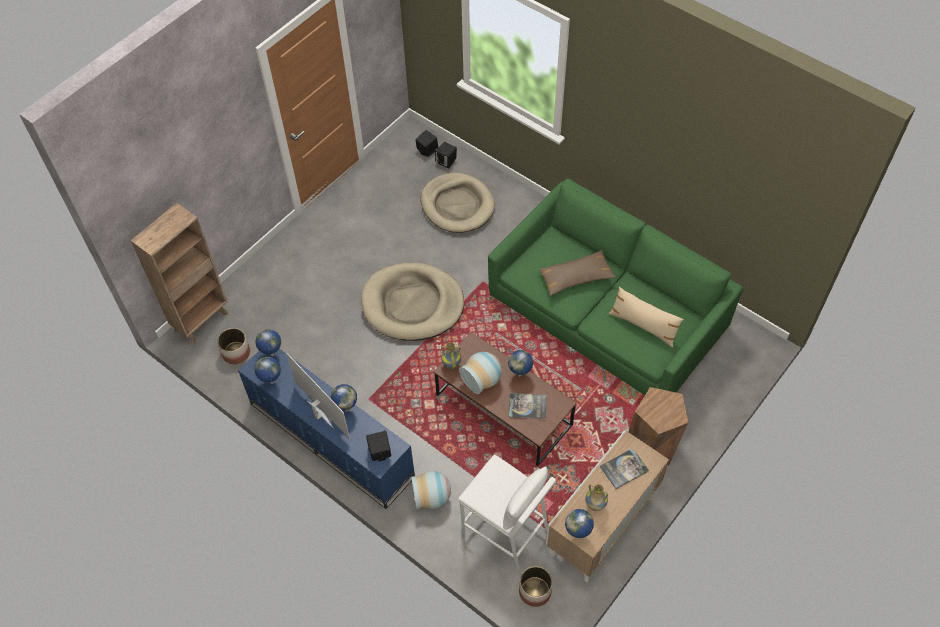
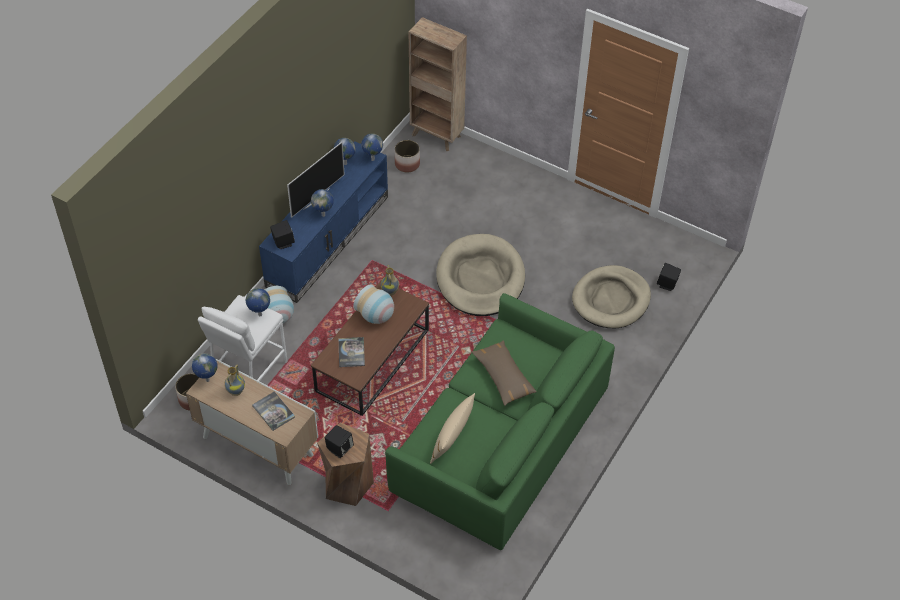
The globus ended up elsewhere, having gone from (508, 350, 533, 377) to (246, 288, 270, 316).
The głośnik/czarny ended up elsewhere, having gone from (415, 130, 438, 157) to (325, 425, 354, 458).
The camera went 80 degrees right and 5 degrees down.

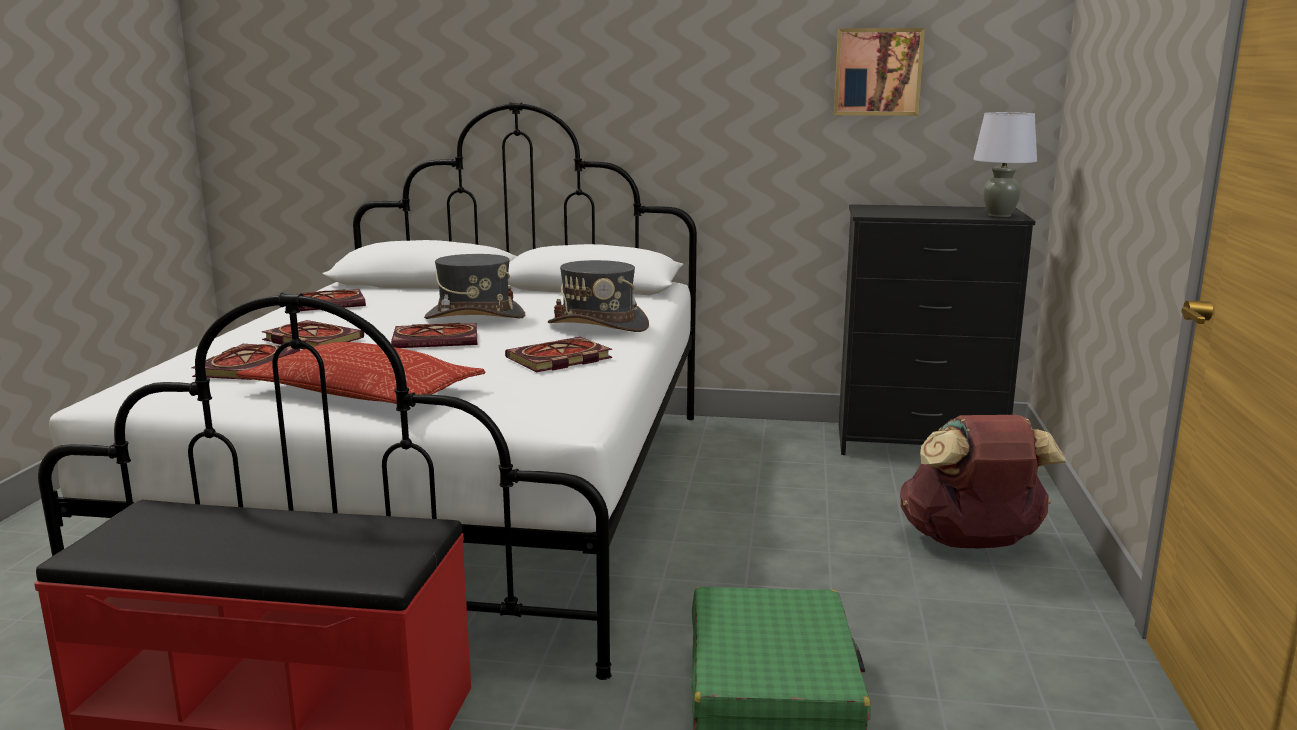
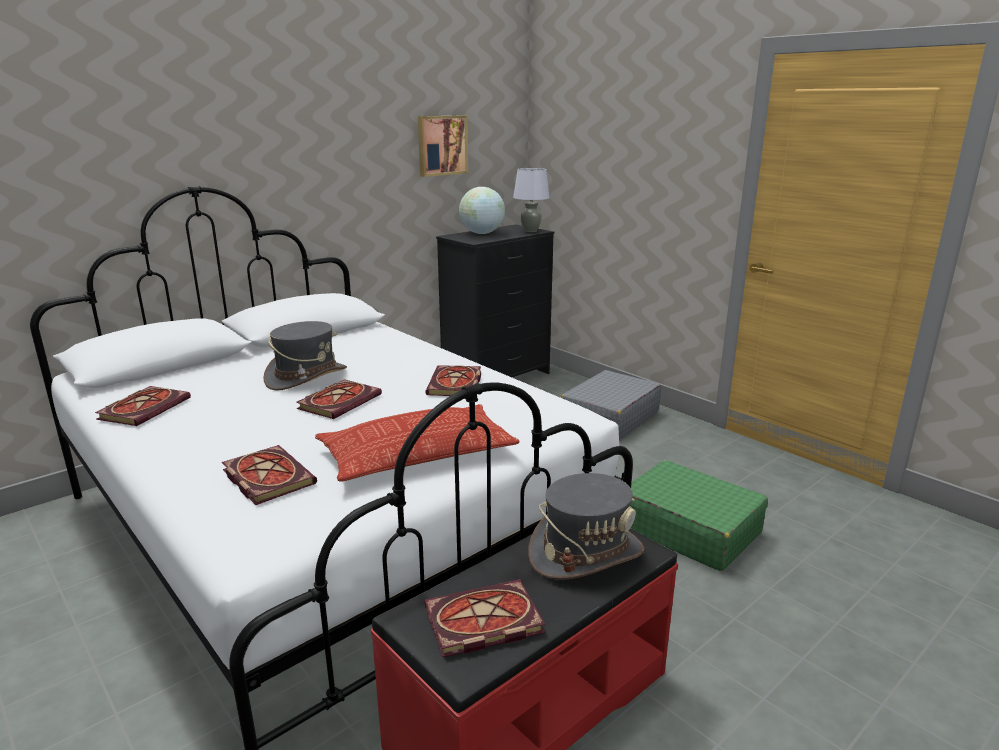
The książka ended up elsewhere, having gone from (262, 320, 364, 349) to (425, 579, 545, 657).
The second view gained the globus at (459, 187, 505, 234).
The kapelusz/szary ended up elsewhere, having gone from (548, 260, 649, 332) to (528, 473, 644, 580).
Where the plecak/brązowy stood at (900, 415, 1066, 548), the walizka/szary came to stand at (561, 370, 661, 440).
The camera went 50 degrees left and 5 degrees up.

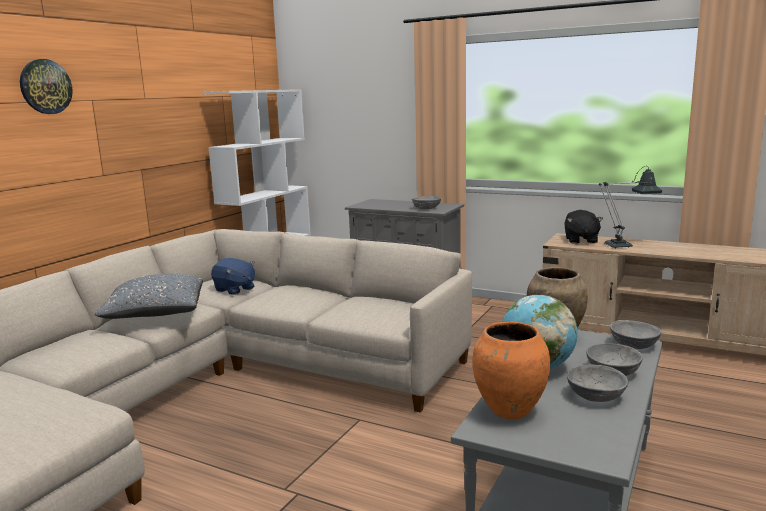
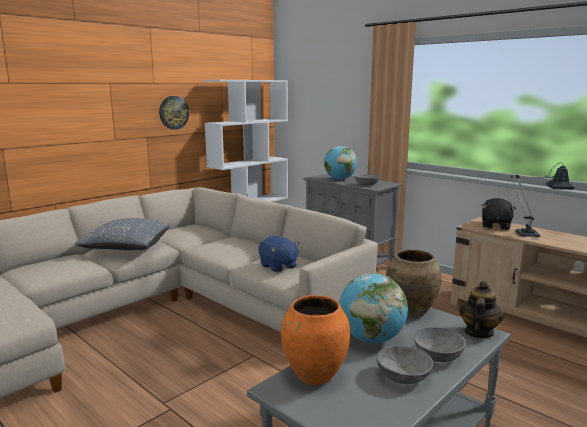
The zegar ścienny ended up elsewhere, having gone from (20, 59, 73, 114) to (159, 96, 189, 130).
The pluszak/niebieski ended up elsewhere, having gone from (211, 258, 255, 295) to (258, 236, 299, 272).
The second view gained the globus at (324, 146, 357, 180).
Where the miska/szary stood at (610, 320, 661, 349), the imbryk came to stand at (459, 281, 504, 338).
The camera went 15 degrees right and 0 degrees up.

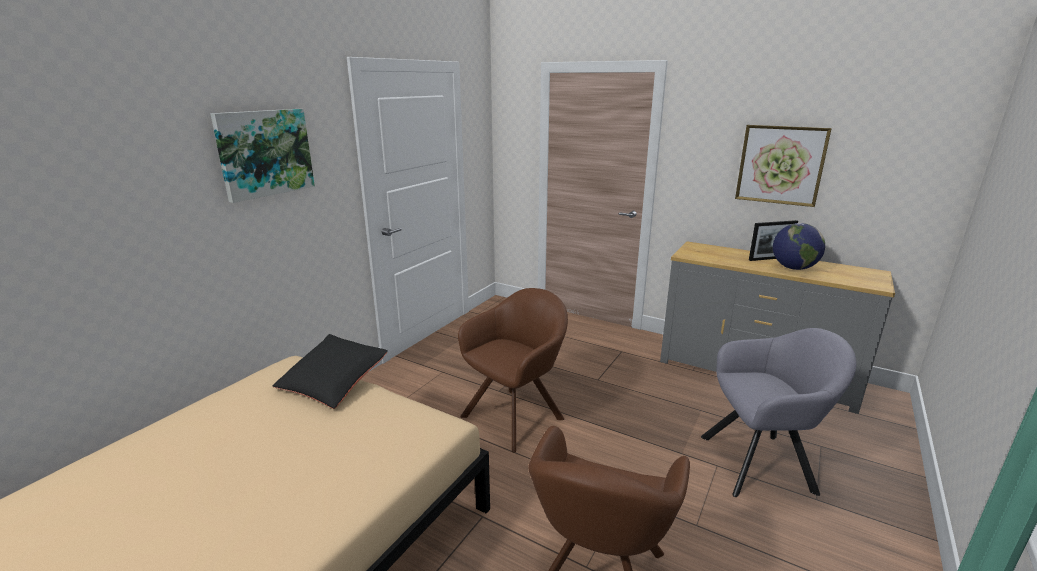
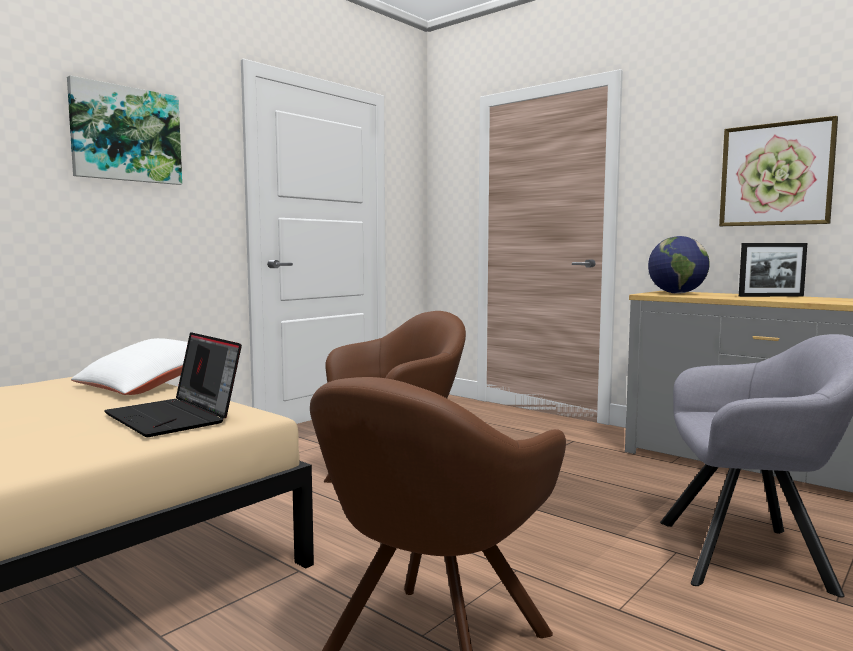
What was the poduszka/czarny at (273, 334, 388, 409) turned into the poduszka/biały at (71, 338, 188, 395).
The second view gained the laptop at (104, 332, 242, 437).
The globus ended up elsewhere, having gone from (773, 223, 825, 270) to (648, 236, 709, 294).
The camera went 10 degrees right and 15 degrees down.

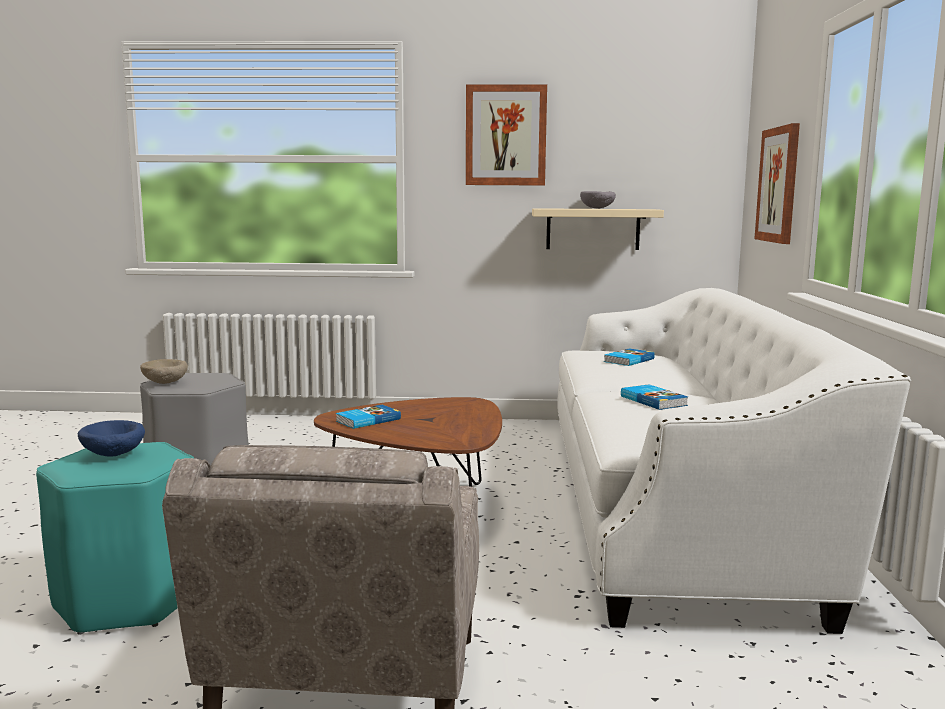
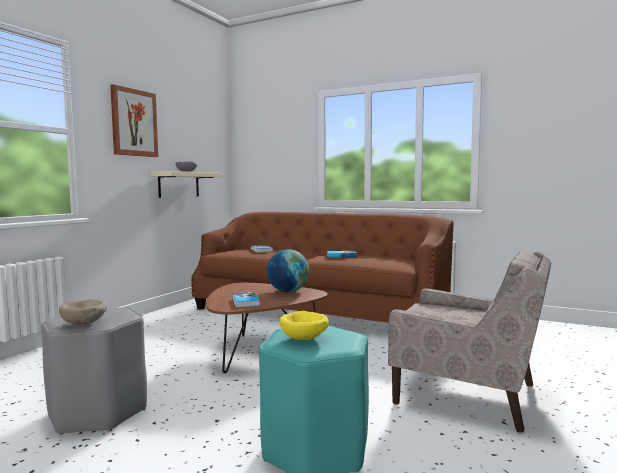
What was the kanapa/biały at (557, 288, 911, 634) turned into the kanapa/brązowy at (191, 212, 453, 323).
The second view gained the globus at (267, 249, 309, 292).
What was the miska/niebieski at (78, 420, 145, 457) turned into the miska/żółty at (280, 311, 329, 340).
The second view lost the obraz at (754, 123, 800, 244).
The camera went 65 degrees left and 5 degrees down.

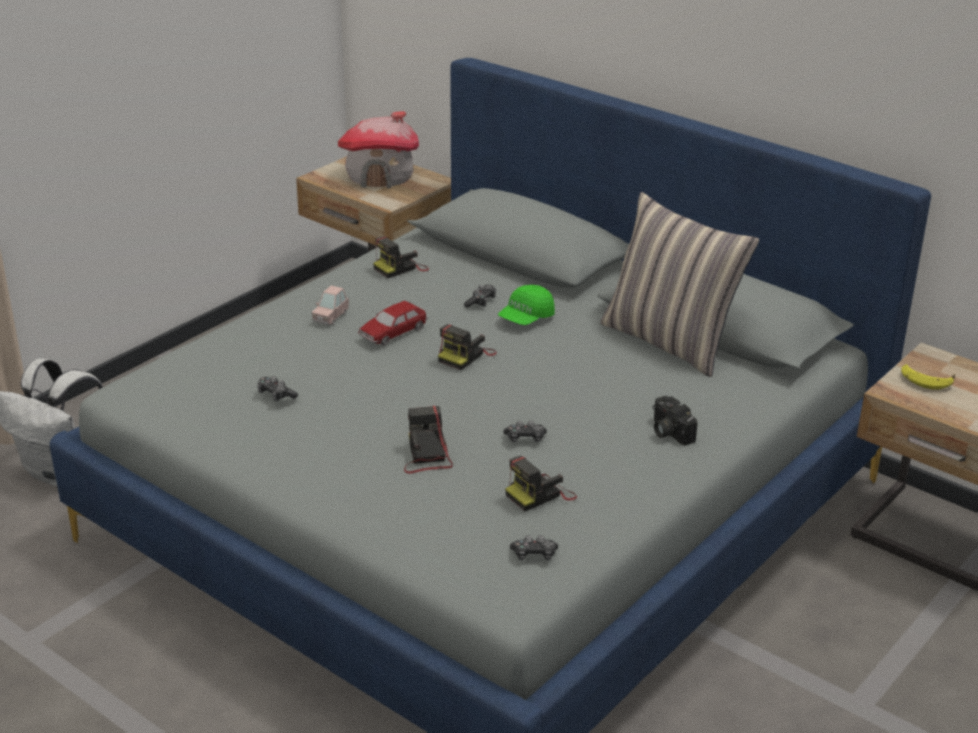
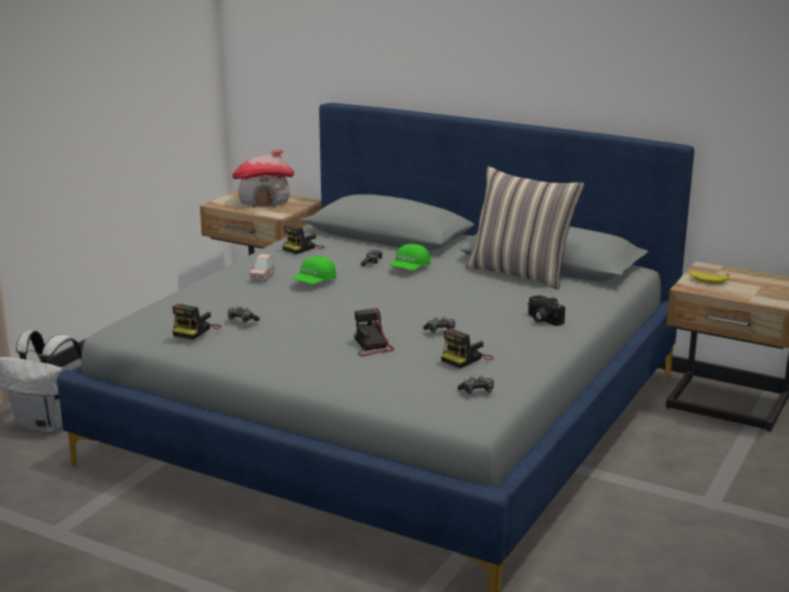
The aparat fotograficzny ended up elsewhere, having gone from (438, 324, 497, 370) to (172, 304, 222, 340).
Where the samochodzik stood at (358, 301, 428, 346), the czapka z daszkiem/zielony came to stand at (292, 256, 336, 284).
The camera went 10 degrees left and 10 degrees down.

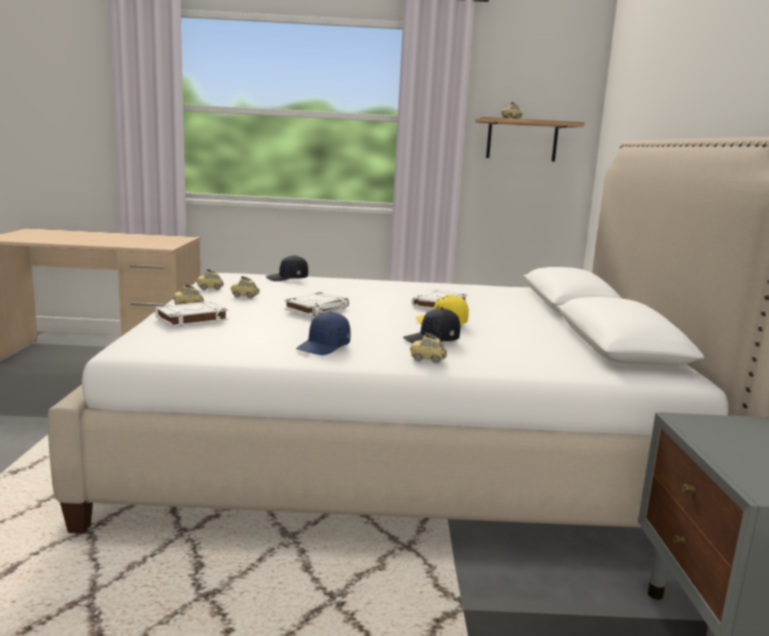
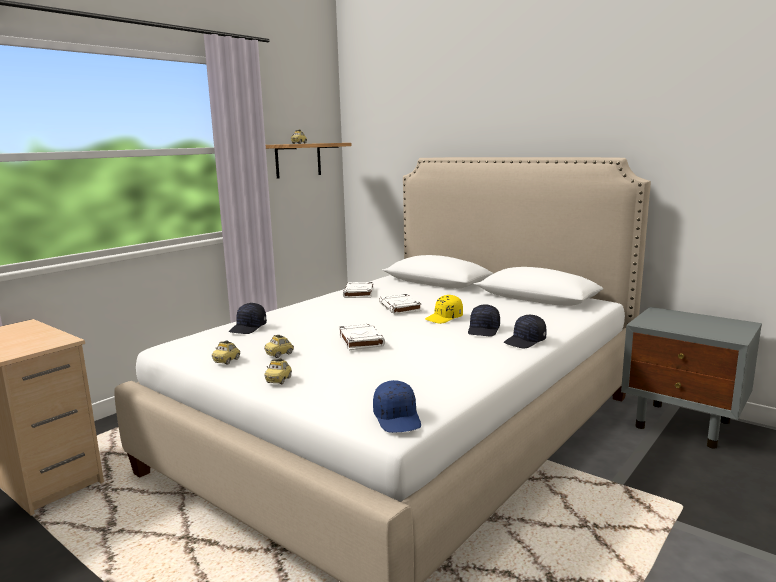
The książka/biały ended up elsewhere, having gone from (155, 301, 229, 327) to (343, 282, 373, 298).
The czapka z daszkiem/niebieski ended up elsewhere, having gone from (296, 312, 350, 355) to (373, 380, 421, 433).
Where the samochodzik stood at (410, 333, 447, 364), the czapka z daszkiem/czarny came to stand at (504, 315, 546, 348).
The camera went 50 degrees left and 0 degrees up.

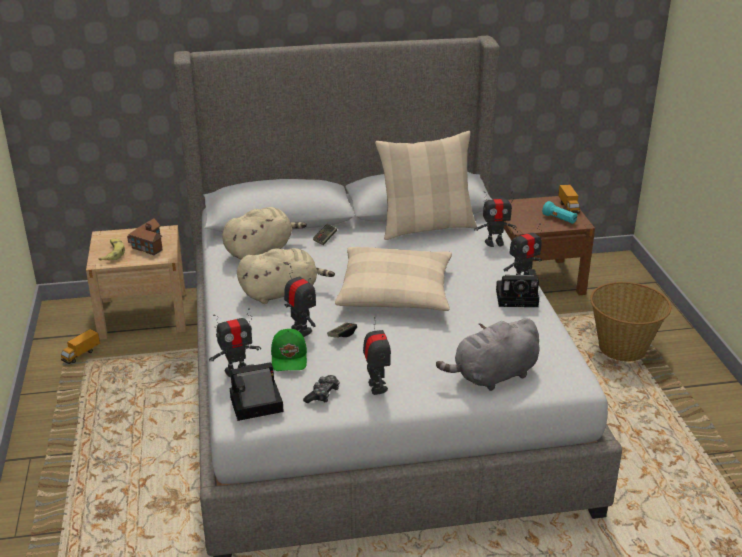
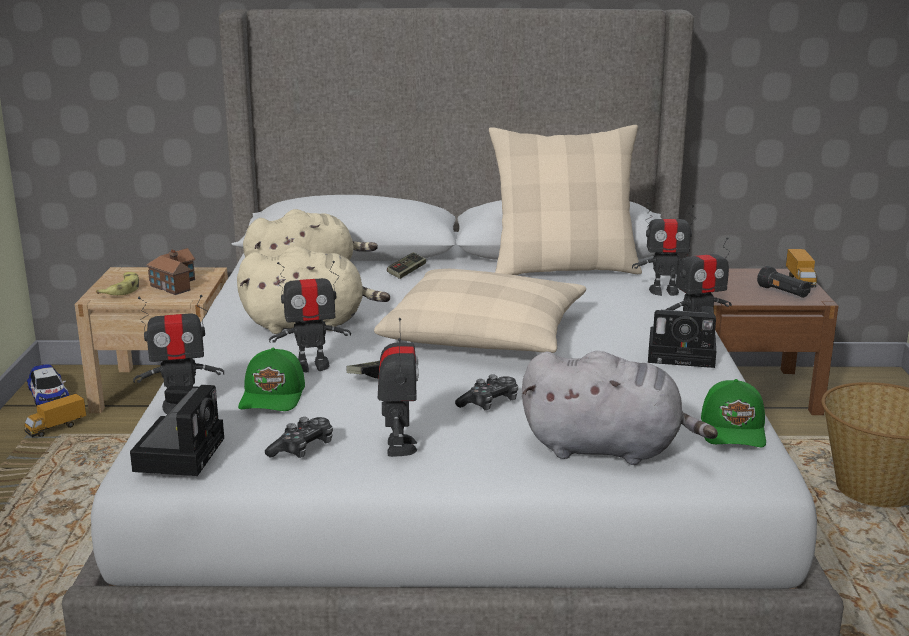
The second view gained the samochodzik at (27, 364, 69, 406).
The aparat fotograficzny at (230, 363, 284, 421) ended up facing another way, 105 degrees clockwise from before.
The robot zabawkowy at (284, 266, 316, 337) ended up facing another way, 105 degrees clockwise from before.
The second view gained the pad do gier at (455, 374, 518, 410).
The pluszak/szary at (436, 318, 539, 391) ended up facing another way, 150 degrees counterclockwise from before.
The second view gained the czapka z daszkiem/zielony at (701, 379, 766, 447).
What was the latarka/turkusowy at (542, 201, 577, 224) turned into the latarka/czarny at (757, 266, 811, 298).
The camera went 10 degrees right and 10 degrees down.

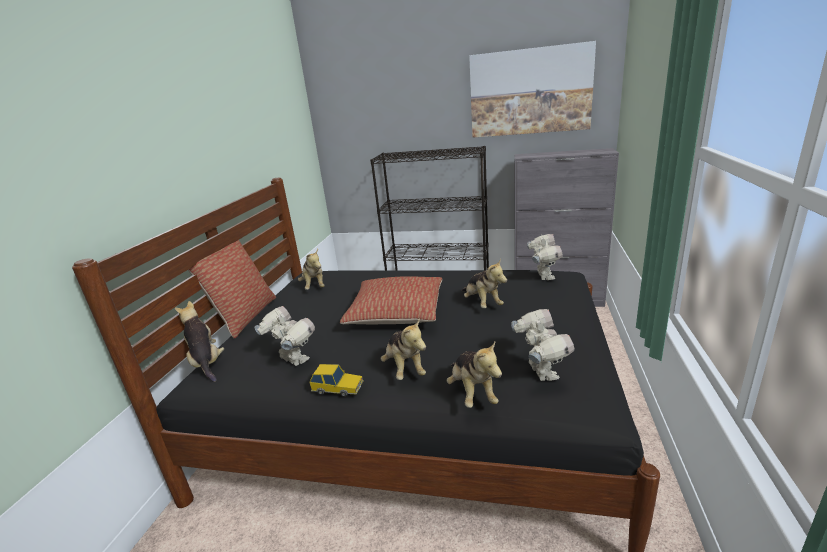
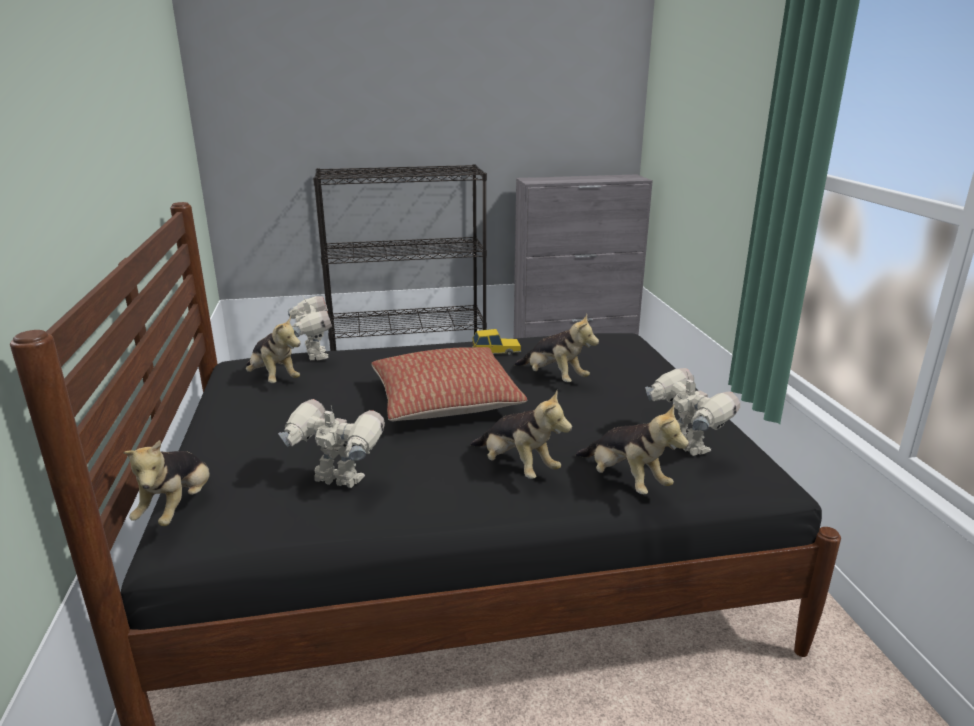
The pluszak at (175, 301, 224, 382) ended up facing another way, 120 degrees counterclockwise from before.
The robot zabawkowy ended up elsewhere, having gone from (527, 234, 563, 280) to (288, 296, 332, 360).
The samochodzik ended up elsewhere, having gone from (309, 364, 364, 397) to (472, 329, 521, 356).
The second view lost the poduszka at (188, 240, 276, 339).
The second view lost the obraz at (469, 41, 596, 138).
The camera went 25 degrees left and 0 degrees up.

